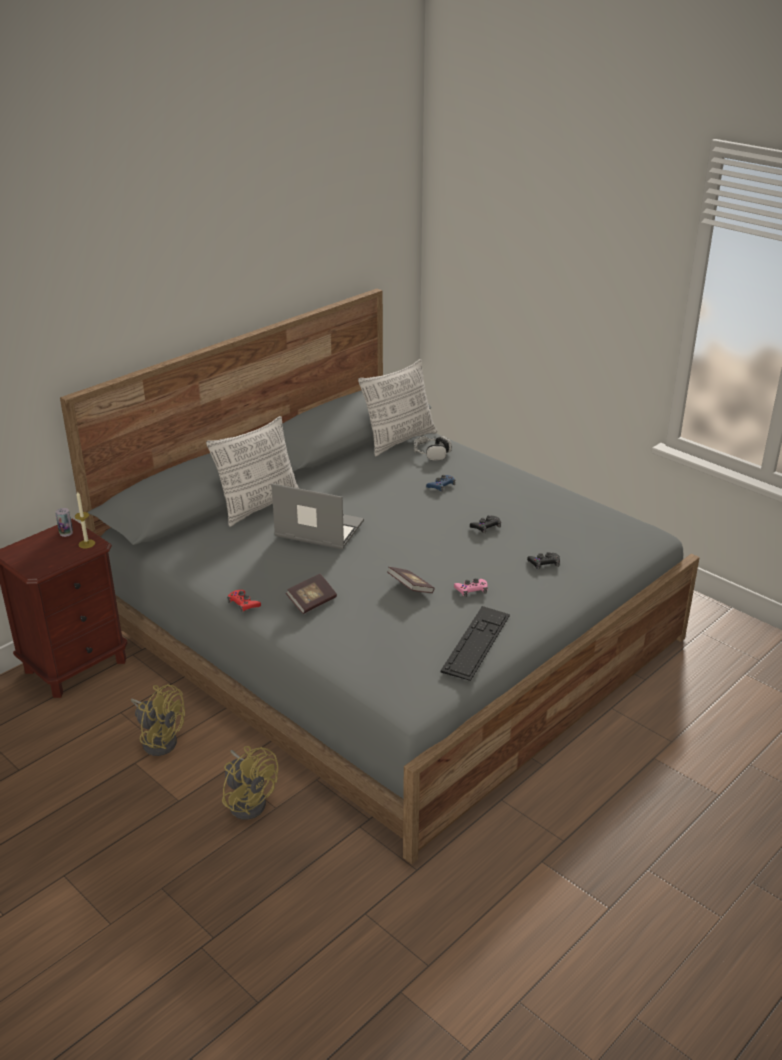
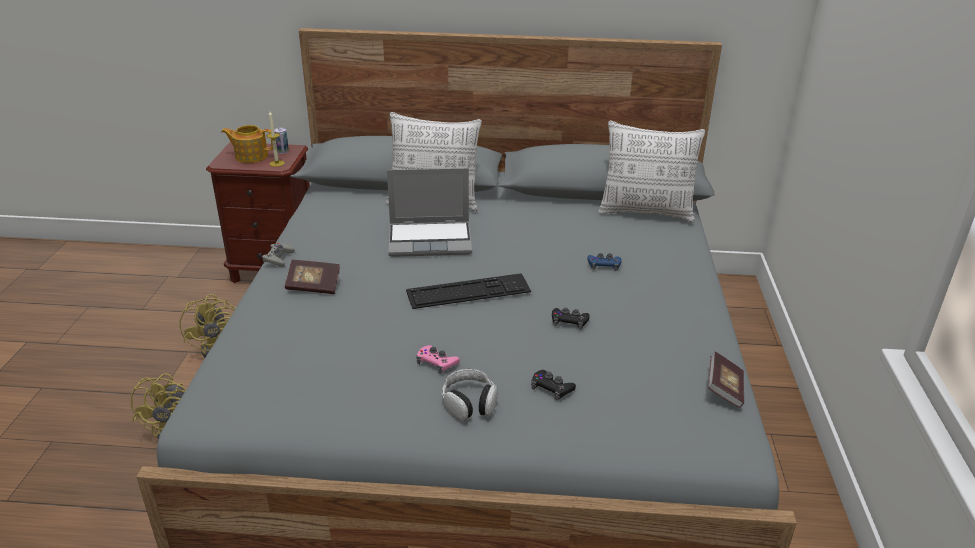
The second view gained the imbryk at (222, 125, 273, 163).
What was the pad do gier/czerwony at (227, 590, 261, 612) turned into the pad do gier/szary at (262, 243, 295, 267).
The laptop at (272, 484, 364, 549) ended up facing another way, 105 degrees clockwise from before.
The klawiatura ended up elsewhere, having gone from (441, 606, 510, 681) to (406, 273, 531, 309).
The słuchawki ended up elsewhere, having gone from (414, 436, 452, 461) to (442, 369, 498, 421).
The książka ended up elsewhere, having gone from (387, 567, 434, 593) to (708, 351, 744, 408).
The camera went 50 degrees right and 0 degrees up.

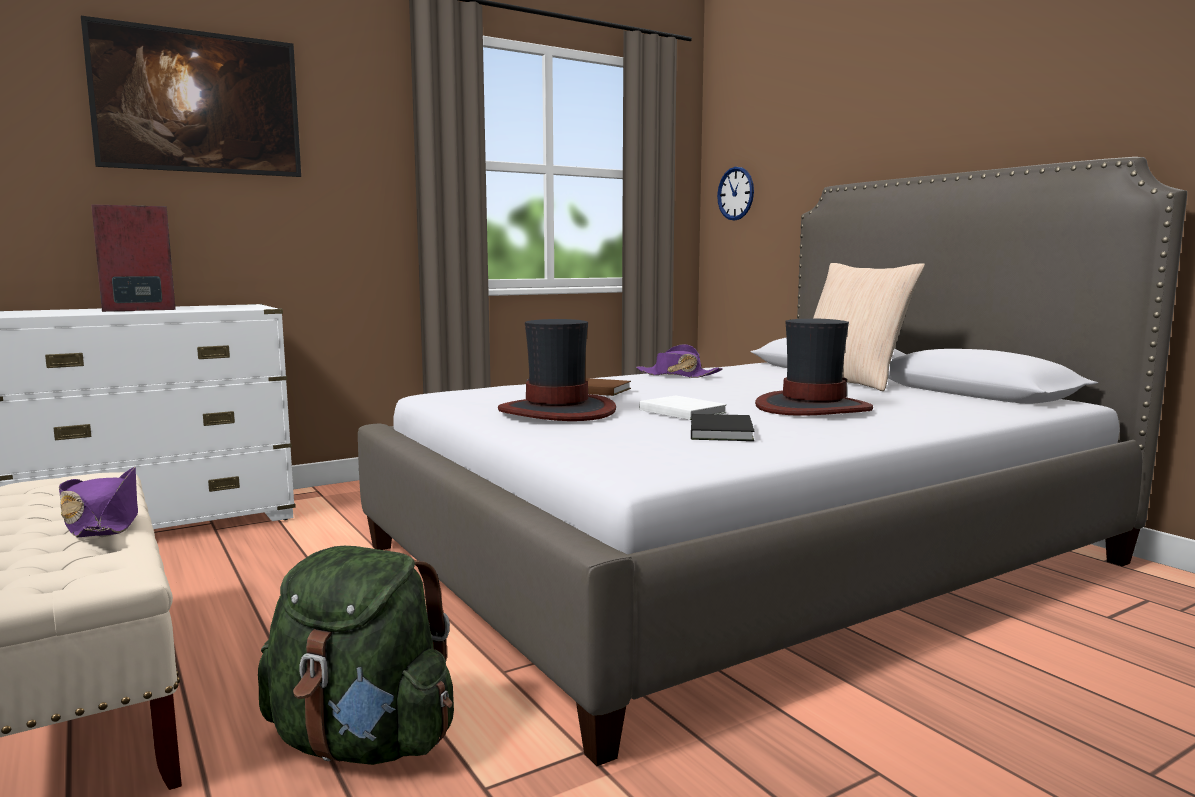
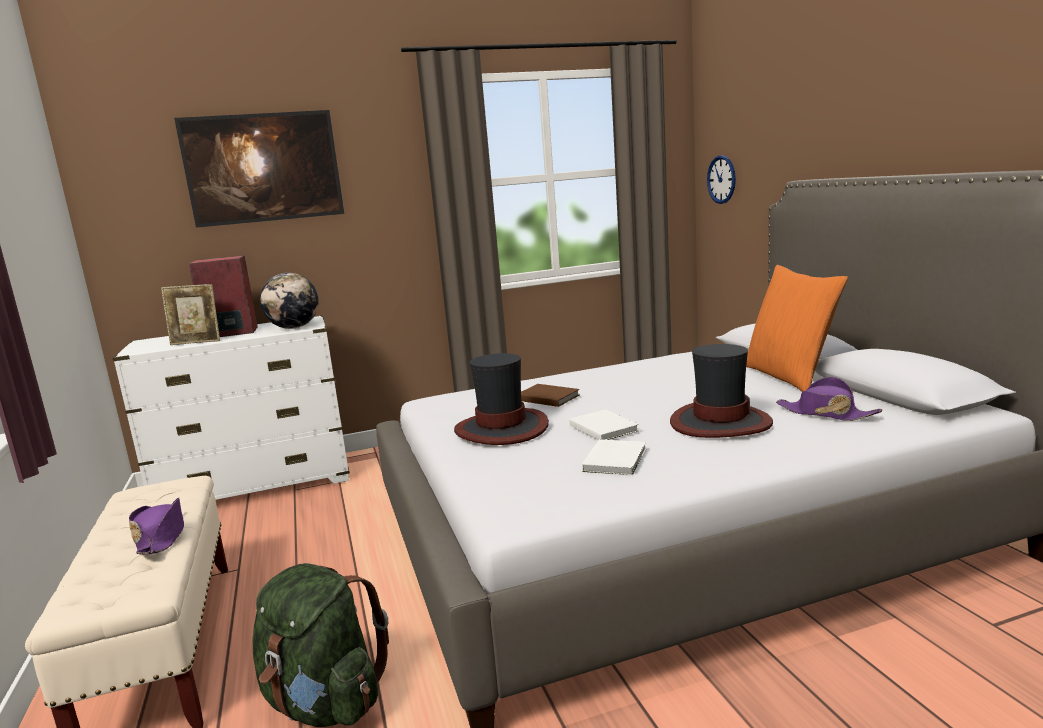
The second view gained the ramka na zdjęcie at (161, 284, 220, 345).
The second view gained the globus at (260, 273, 319, 329).
What was the książka/czarny at (691, 414, 755, 441) turned into the książka/biały at (582, 439, 646, 476).
What was the poduszka/beżowy at (813, 263, 925, 391) turned into the poduszka/pomarańczowy at (746, 265, 848, 392).
The kapelusz/fioletowy ended up elsewhere, having gone from (636, 344, 723, 378) to (776, 377, 882, 421).
The camera went 15 degrees right and 5 degrees up.

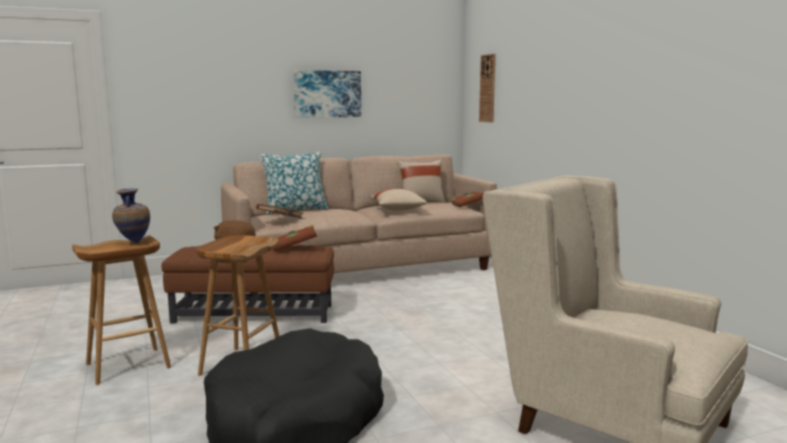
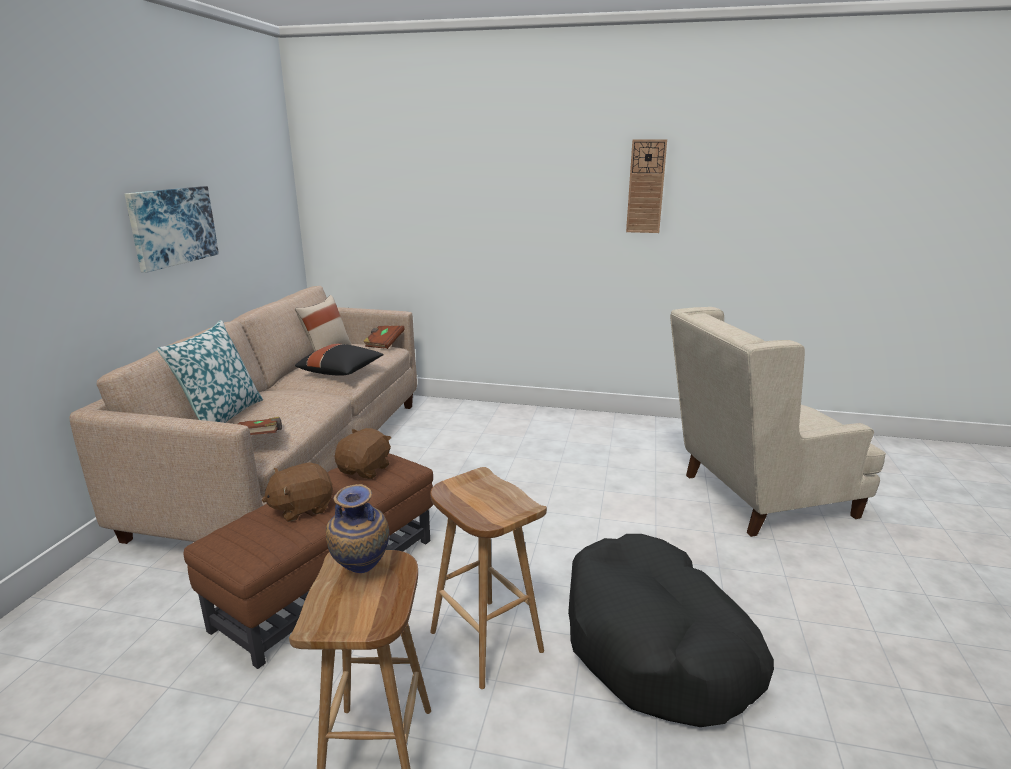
What was the poduszka/beżowy at (370, 189, 428, 211) turned into the poduszka/czarny at (295, 344, 383, 376).
Where the książka/brązowy stood at (273, 225, 317, 252), the pluszak/brązowy came to stand at (334, 428, 391, 479).
The zegar ścienny ended up elsewhere, having gone from (479, 54, 495, 122) to (626, 139, 667, 233).
The camera went 55 degrees left and 10 degrees up.

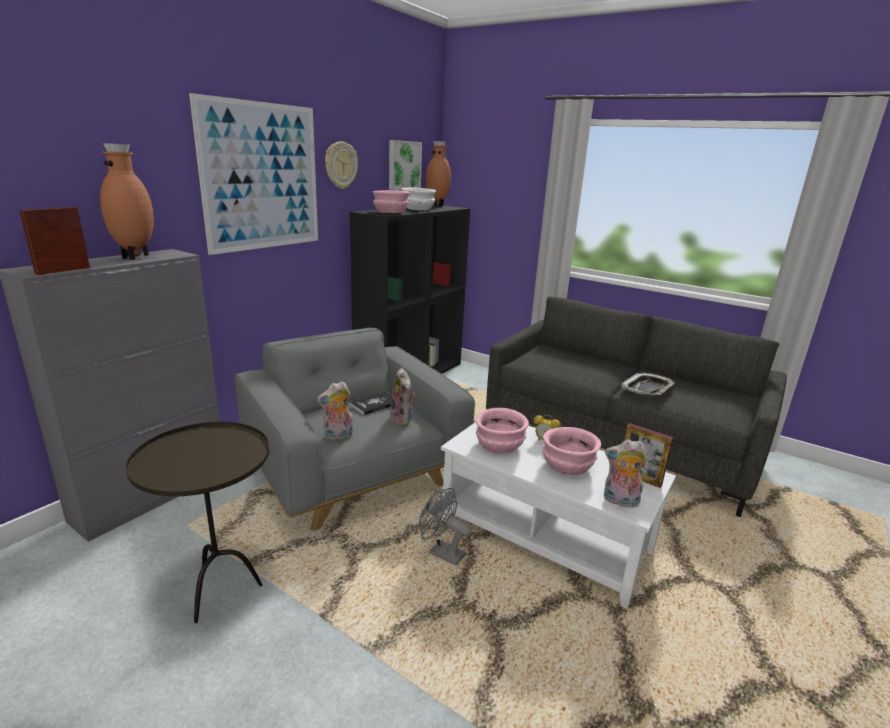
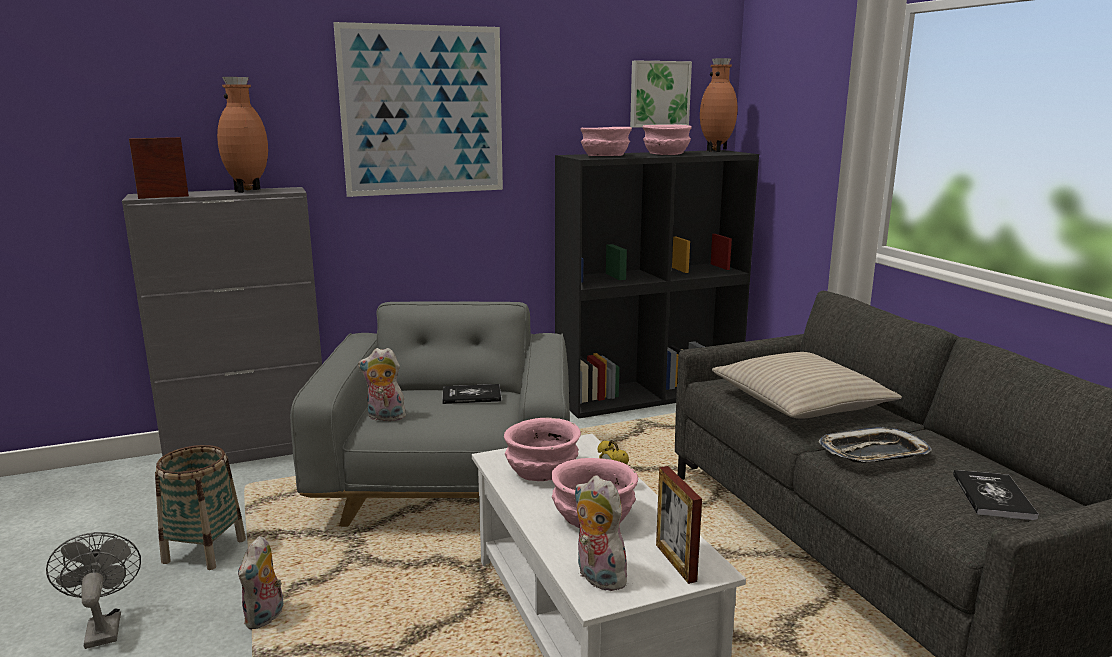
The wentylator/szary ended up elsewhere, having gone from (419, 488, 471, 566) to (46, 532, 141, 649).
Where the stolik/brązowy stood at (126, 422, 270, 623), the koszyk came to stand at (155, 445, 246, 570).
The pluszak ended up elsewhere, having gone from (390, 368, 415, 426) to (238, 536, 283, 630).
What was the miska/biały at (401, 188, 436, 210) turned into the miska/różowy at (642, 125, 692, 155).
The second view gained the poduszka/beżowy at (712, 352, 902, 419).
The second view gained the książka at (953, 470, 1039, 520).
The second view lost the zegar ścienny at (325, 142, 358, 189).
The camera went 35 degrees right and 5 degrees down.

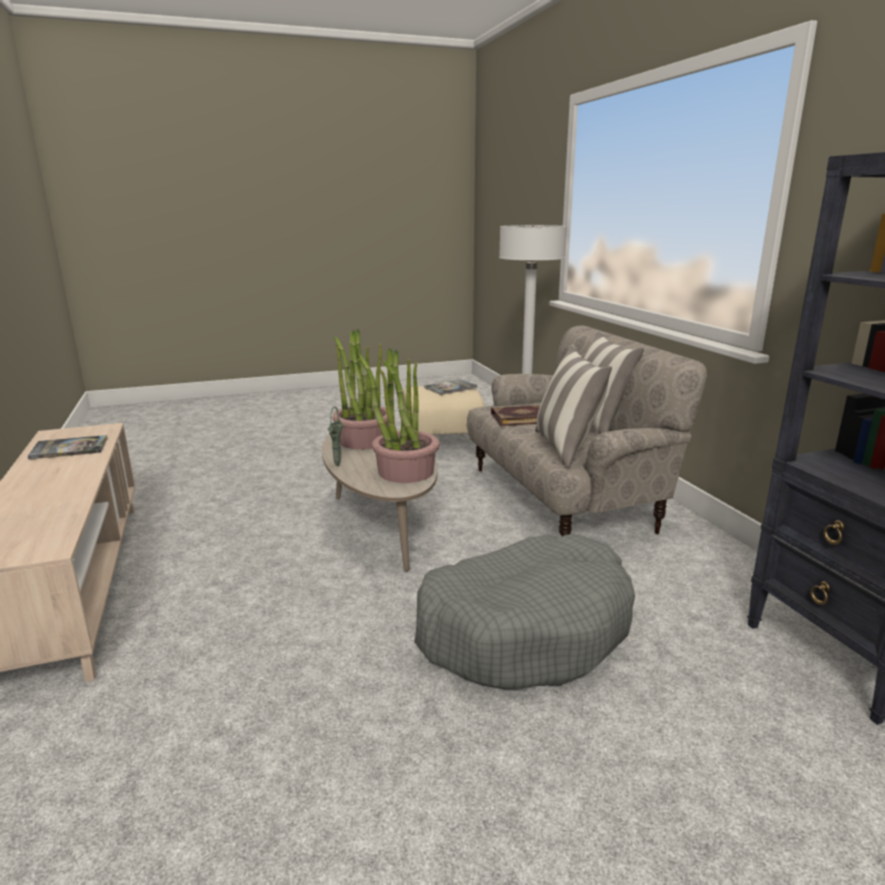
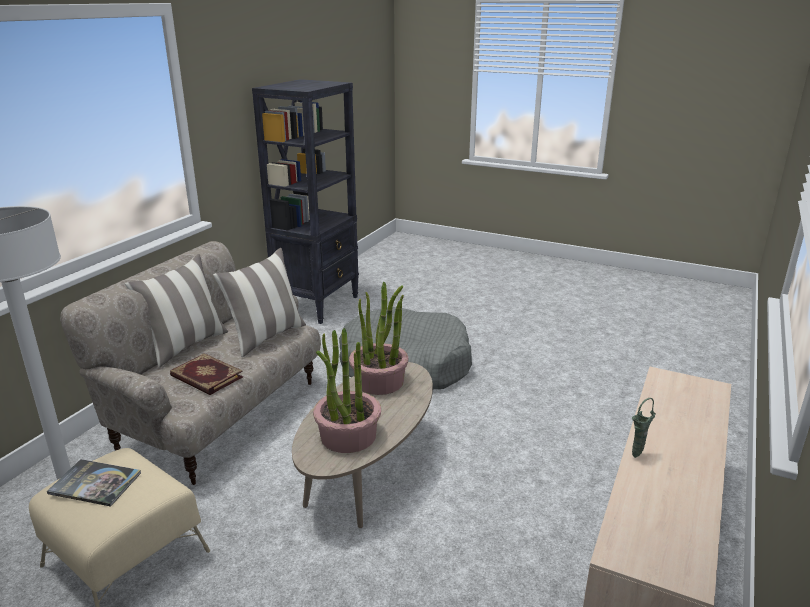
The wazon/zielony ended up elsewhere, having gone from (328, 406, 344, 466) to (632, 398, 656, 458).
The second view lost the książka at (28, 435, 107, 459).
The camera went 135 degrees left and 5 degrees up.

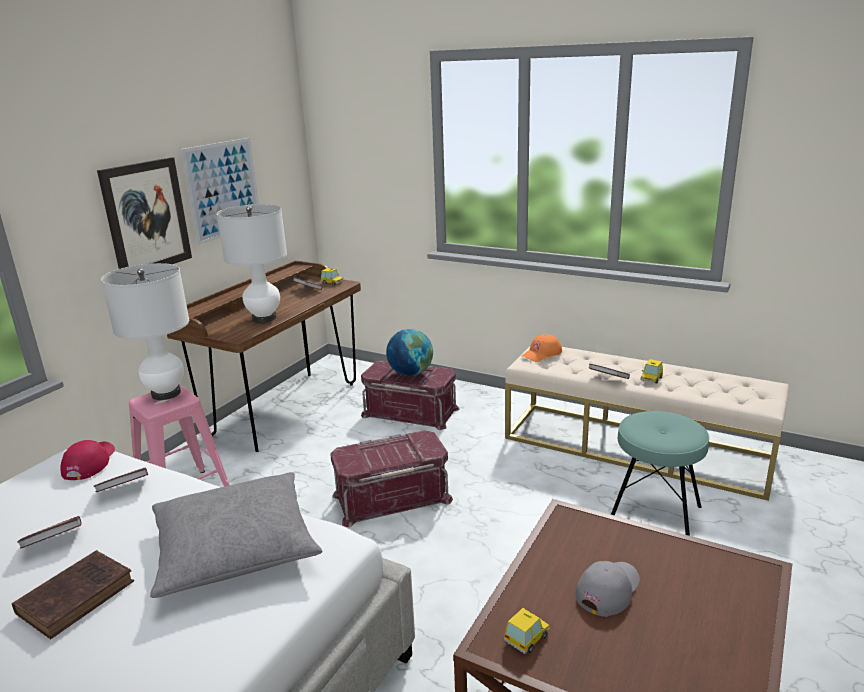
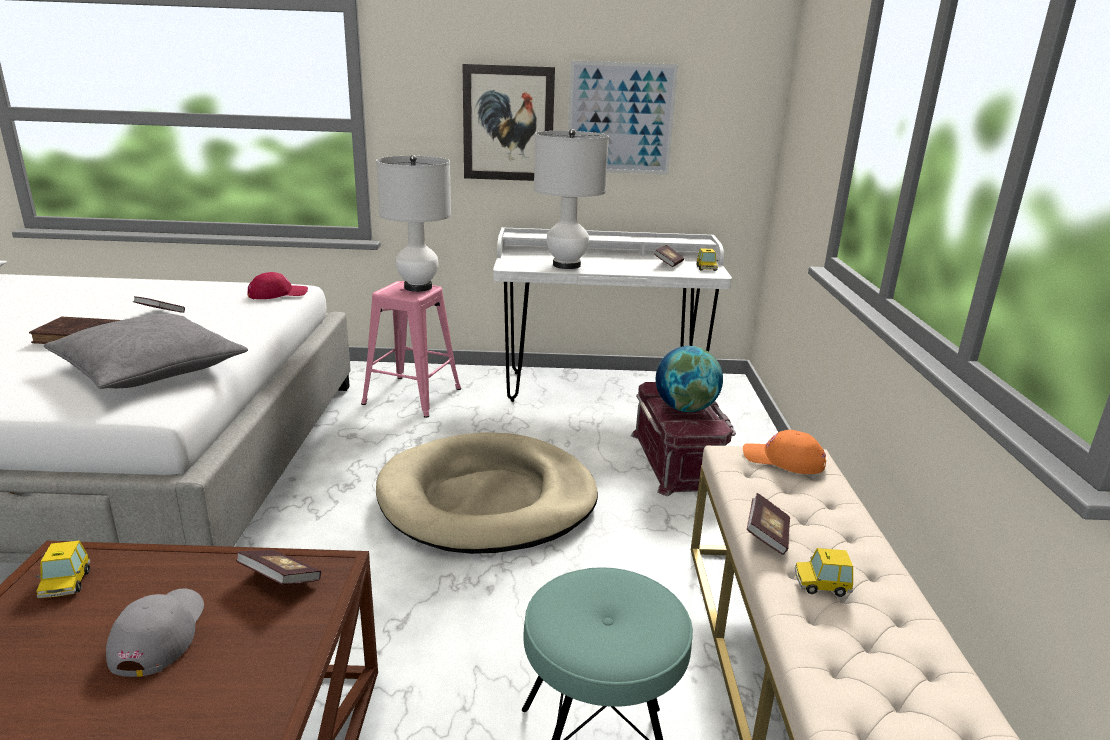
The samochodzik at (504, 608, 550, 654) ended up facing another way, 60 degrees clockwise from before.
The czapka z daszkiem/szary at (576, 561, 640, 617) ended up facing another way, 105 degrees counterclockwise from before.
The książka ended up elsewhere, having gone from (93, 467, 148, 492) to (236, 550, 321, 585).
Where the pojemnik do przechowywania/czerwony stood at (330, 430, 453, 527), the legowisko/beżowy came to stand at (376, 432, 598, 554).
What was the biurko/brązowy at (167, 260, 361, 452) turned into the biurko/biały at (493, 227, 732, 402).
The camera went 60 degrees right and 0 degrees up.

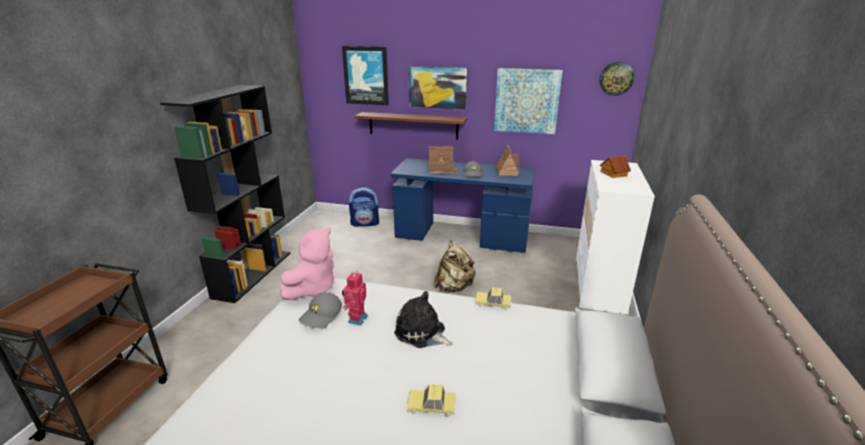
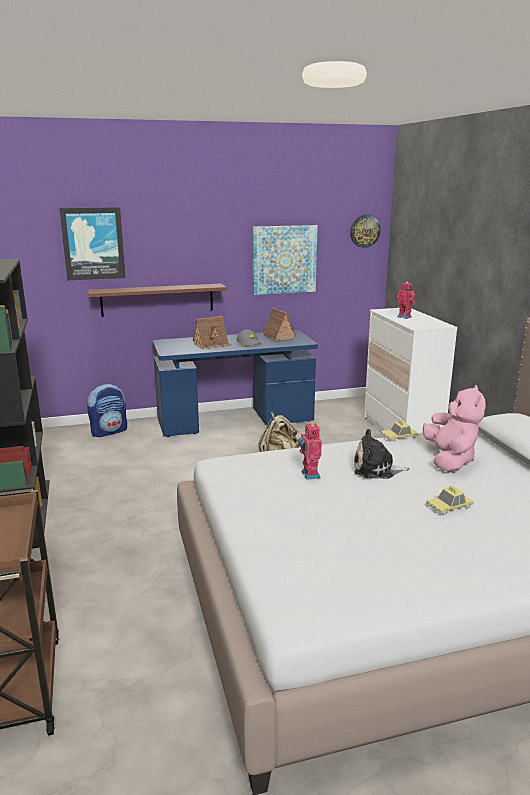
Where the domek stood at (600, 155, 631, 178), the robot zabawkowy came to stand at (397, 282, 416, 319).
The pluszak/różowy ended up elsewhere, having gone from (280, 227, 334, 300) to (423, 385, 486, 473).
The second view lost the czapka z daszkiem/szary at (299, 292, 342, 329).
The second view lost the obraz at (408, 66, 468, 110).
The camera went 30 degrees left and 5 degrees down.

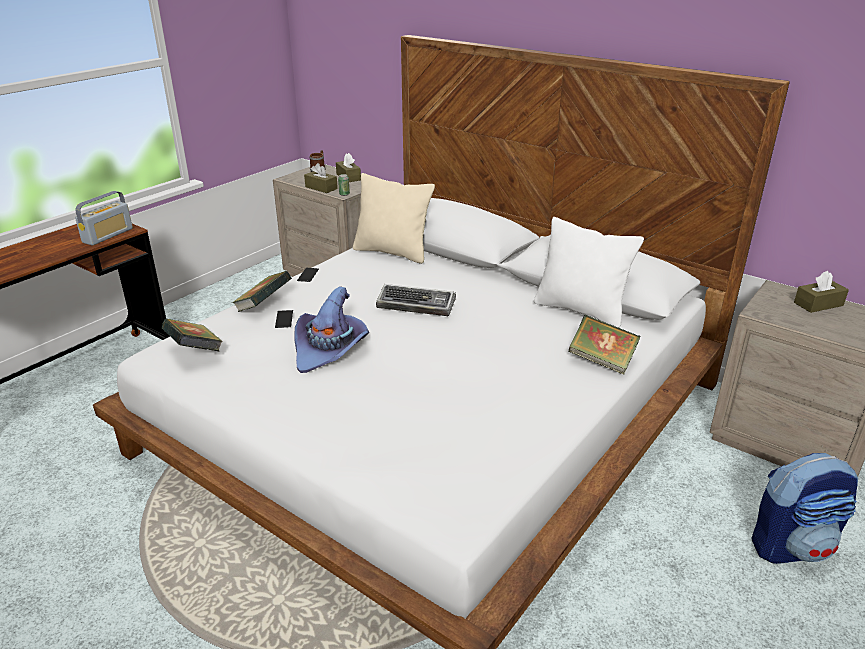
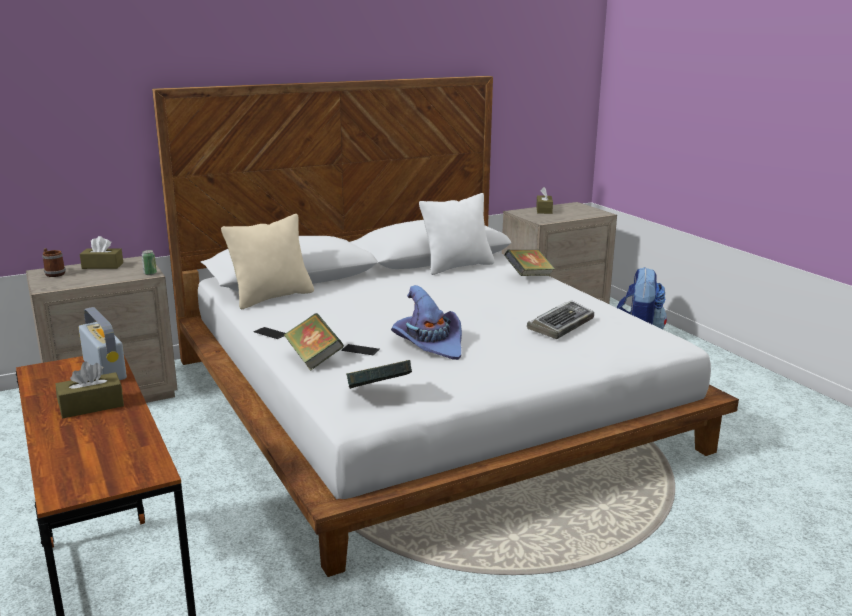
The pudełko chusteczek/brązowy ended up elsewhere, having gone from (304, 163, 338, 193) to (56, 362, 124, 418).
The klawiatura ended up elsewhere, having gone from (376, 284, 456, 316) to (527, 300, 594, 339).
The camera went 65 degrees left and 10 degrees down.

